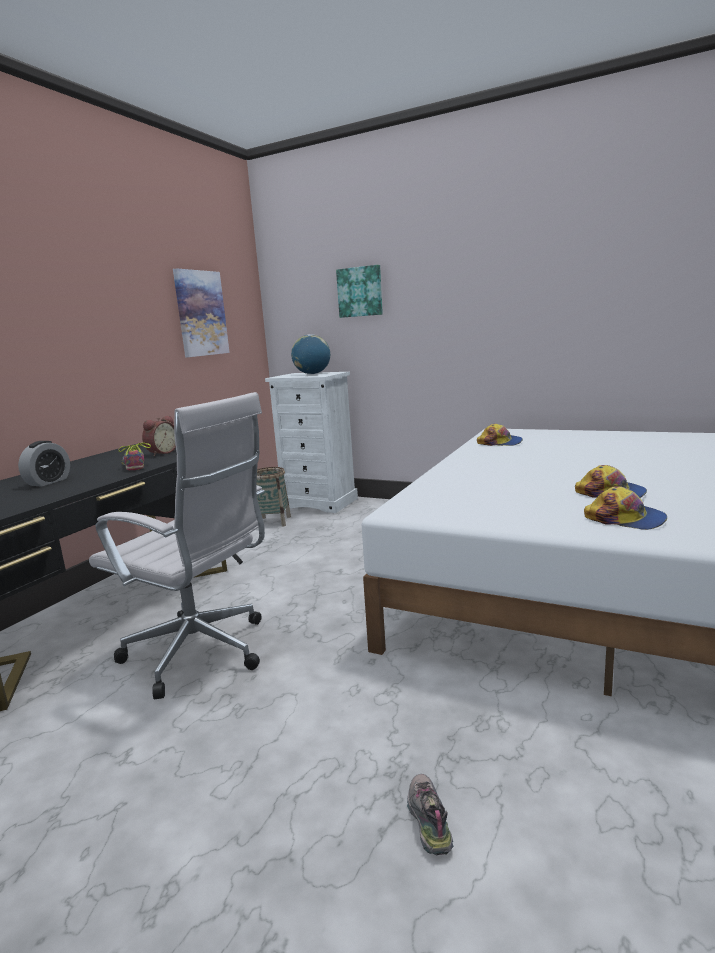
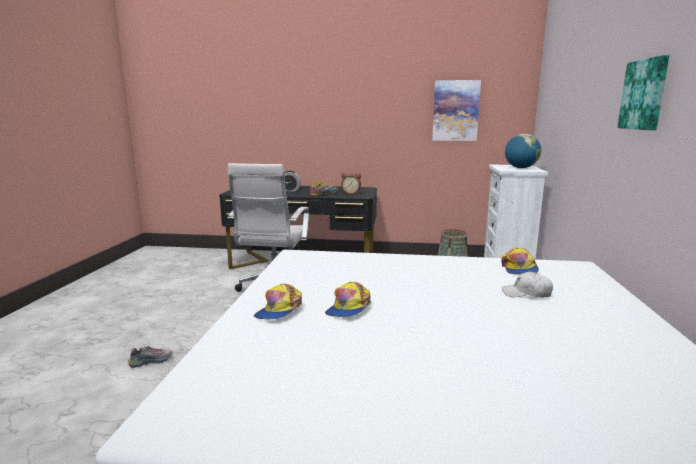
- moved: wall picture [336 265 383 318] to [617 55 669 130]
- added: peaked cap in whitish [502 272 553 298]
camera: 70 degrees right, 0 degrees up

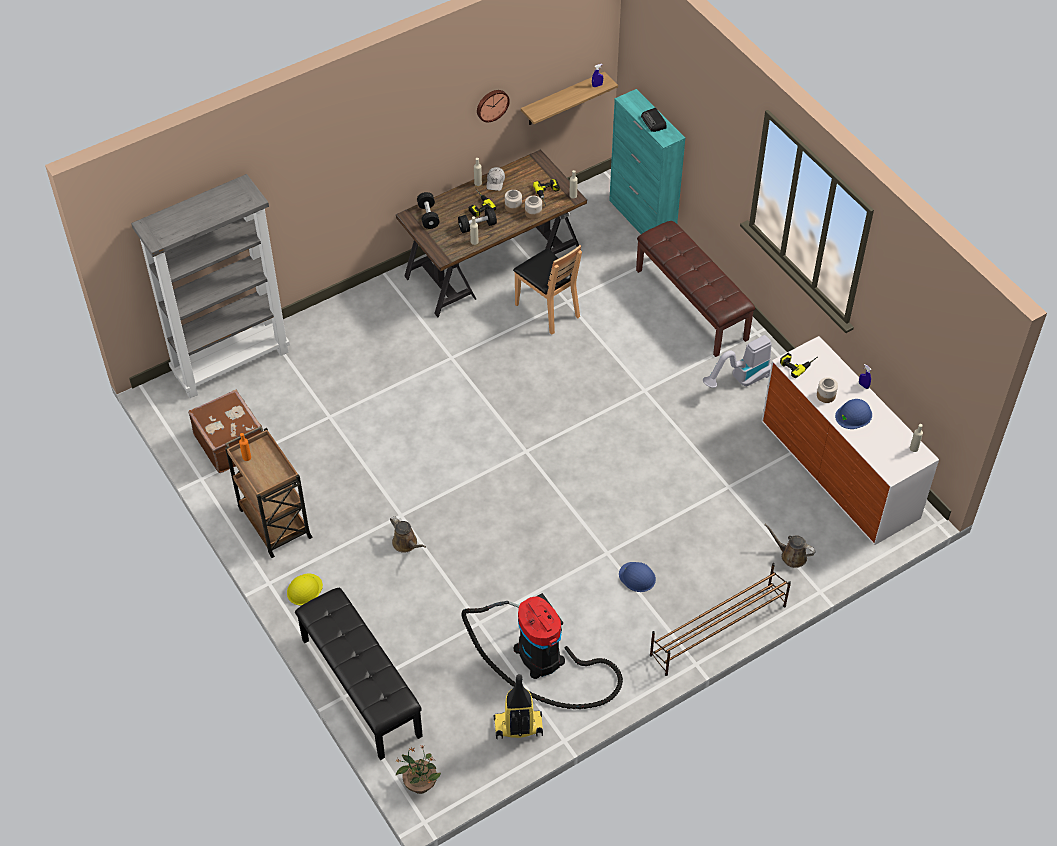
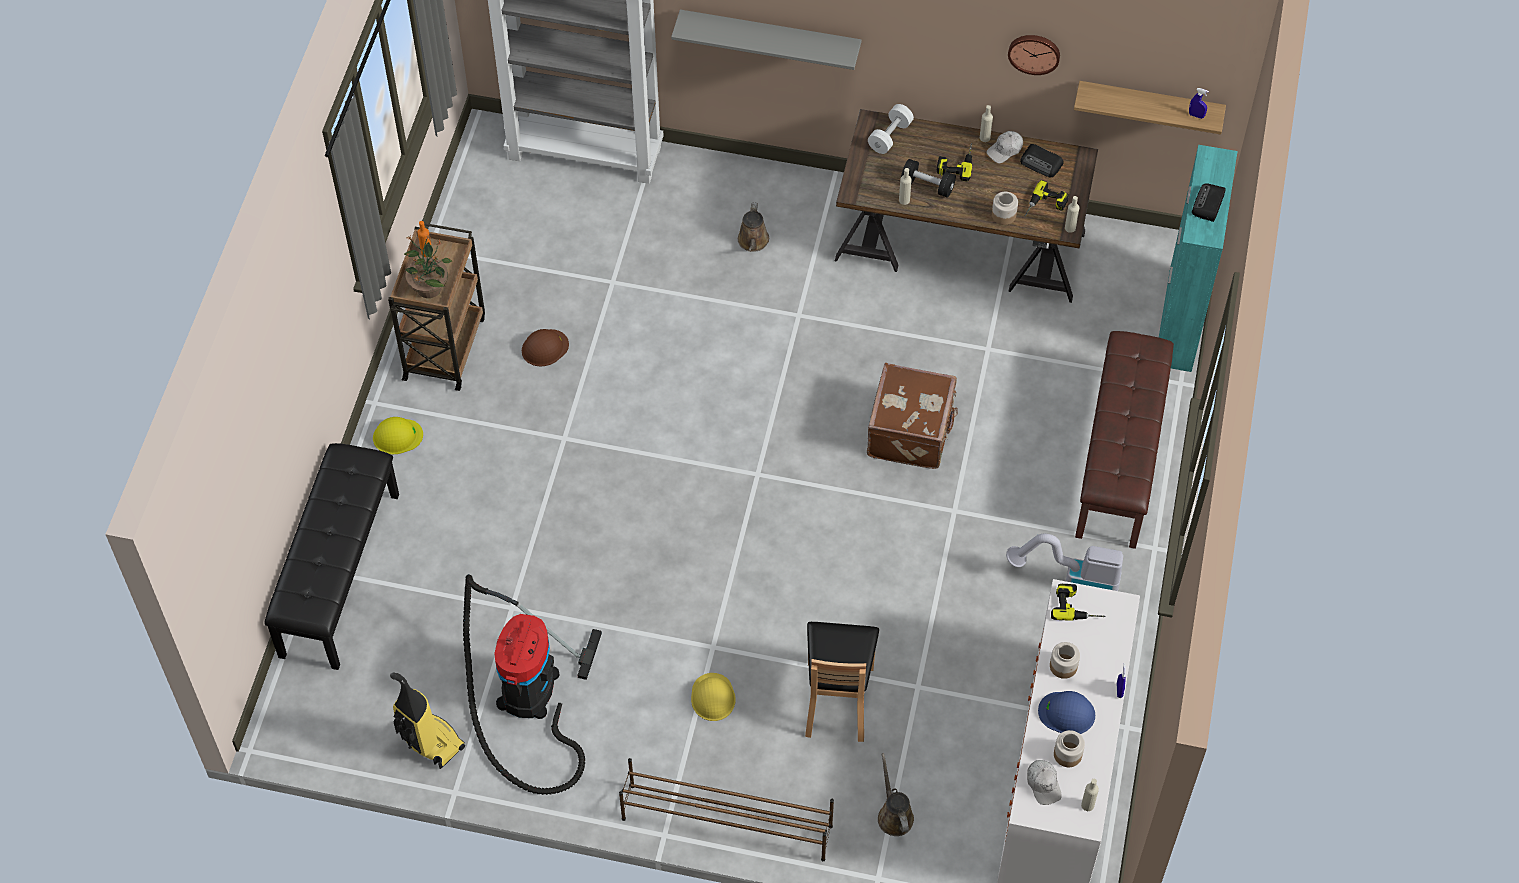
- moved: travel case in brown [188 390 263 473] to [867 363 958 469]
- moved: sprinkling can in brown [390 516 426 553] to [738 203 769 252]
- moved: plant in a pot [395 745 441 794] to [404 235 452 298]
- recoloured: free weight in black [417 192 439 229] to free weight in whitish [868 104 914 154]
- moved: jar [505 190 522 213] to [1054 730 1085 767]
- moved: plain chair in brown [513 245 582 335] to [805 622 879 742]
- recoloured: safety helmet in blue [619 562 656 592] to safety helmet in yellow-coloured [691 673 736 721]
- added: safety helmet in brown [522 329 569 366]
- added: shelf in grey [671 9 861 70]
- added: radio set [1020 144 1064 178]
- added: peaked cap in whitish [1027 760 1062 805]
camera: 45 degrees right, 5 degrees up

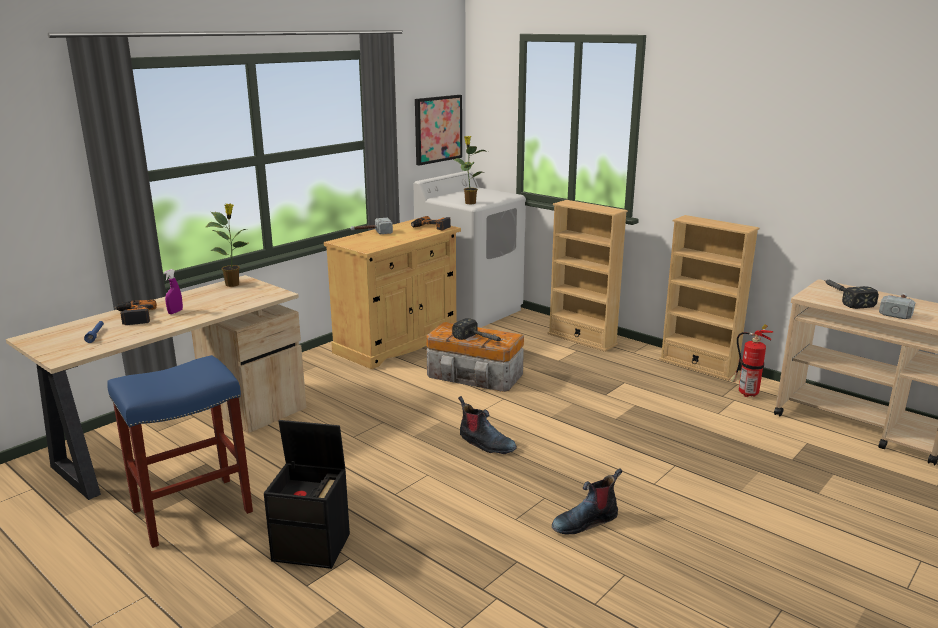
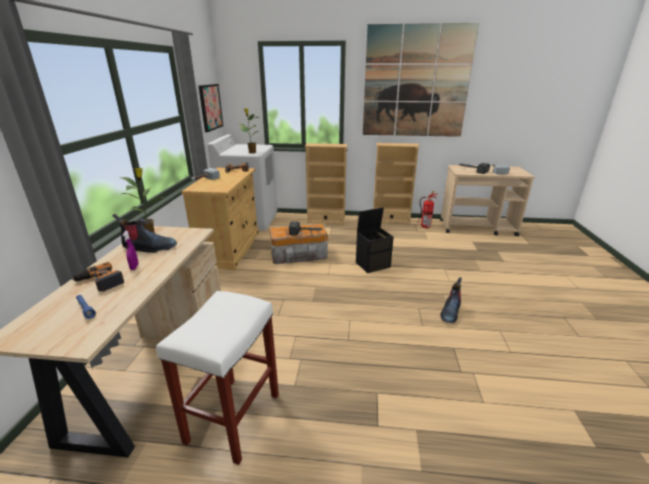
- recoloured: sitting stool in blue [107 355 253 548] to sitting stool in whitish [156 291 279 465]
- moved: storage bin in black [264 420 350 569] to [356 207 394 273]
- moved: high-top boot [458 396 517 454] to [112 214 177 253]
- added: wall picture [363 23 479 137]
camera: 35 degrees left, 5 degrees up

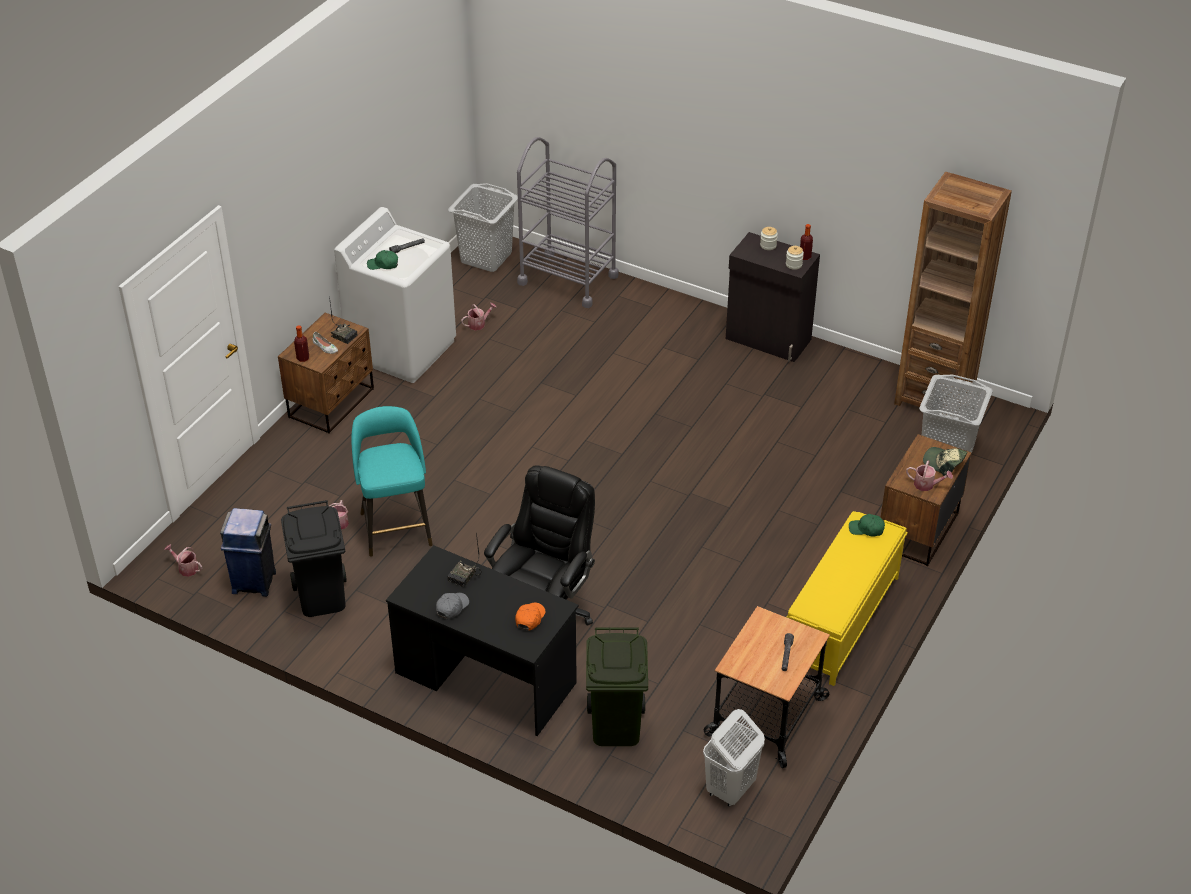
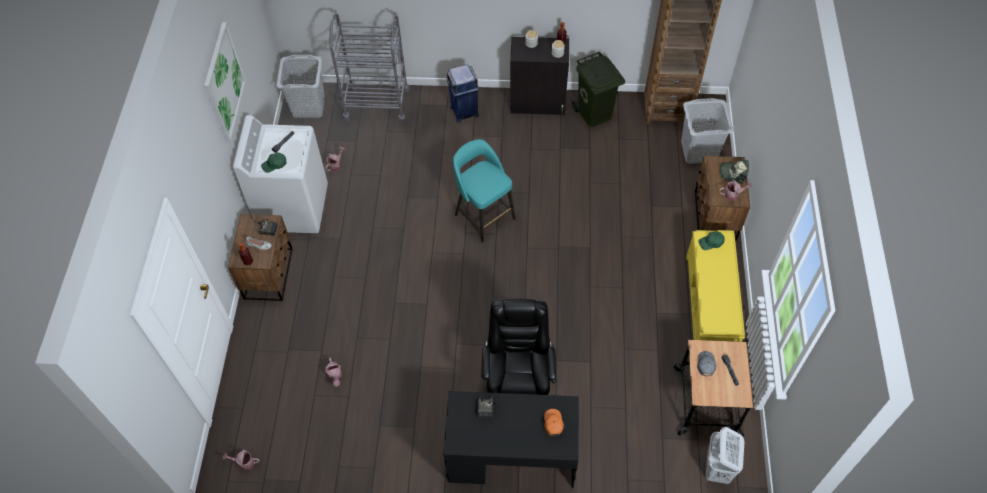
- moved: waste bin in blue [220 508 276 597] to [446 64 479 122]
- removed: waste bin in black [281 500 346 617]
- moved: sitting stool in turquoise-coloured [351 406 433 557] to [453 139 516 243]
- moved: peaked cap in grey [436 593 469 619] to [697 351 716 376]
- moved: waste bin in greenish [586 627 648 746] to [572 52 625 127]
- added: wall picture [204 22 246 142]
camera: 25 degrees left, 15 degrees up

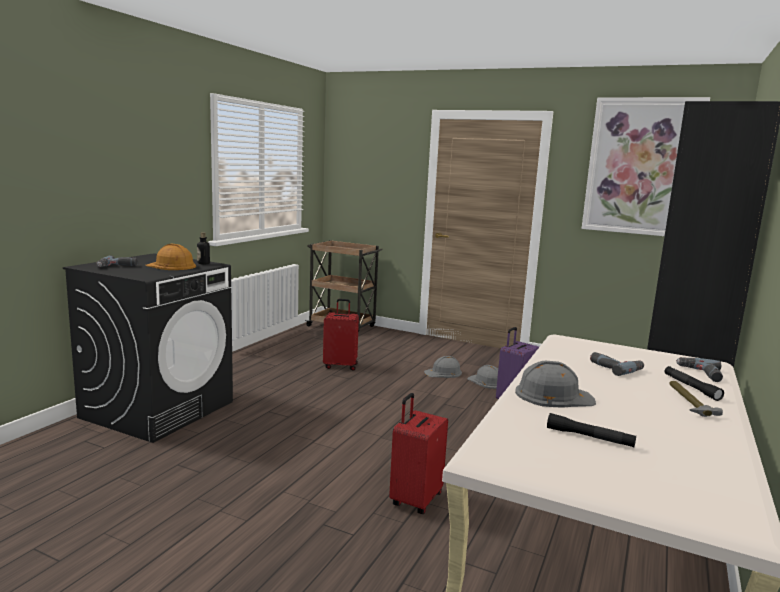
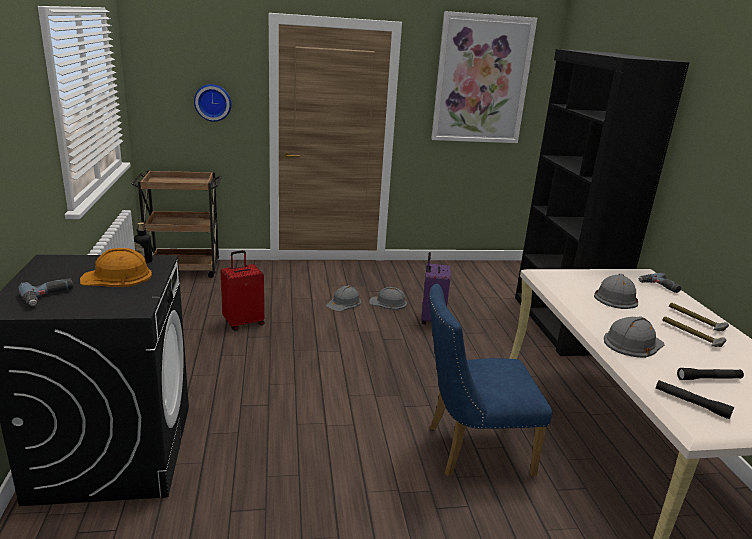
- replaced: travel case in red-coloured [389 393 448 514] to plain chair in blue [429 284 552 476]
- replaced: electric drill [590 352 644 376] to safety helmet in grey [594 274 638 309]
- moved: hand torch in black [665 366 724 401] to [656 380 734 420]
- added: wall clock [194 84 231 122]
- added: hand hammer [662 317 726 347]
camera: 35 degrees left, 10 degrees up

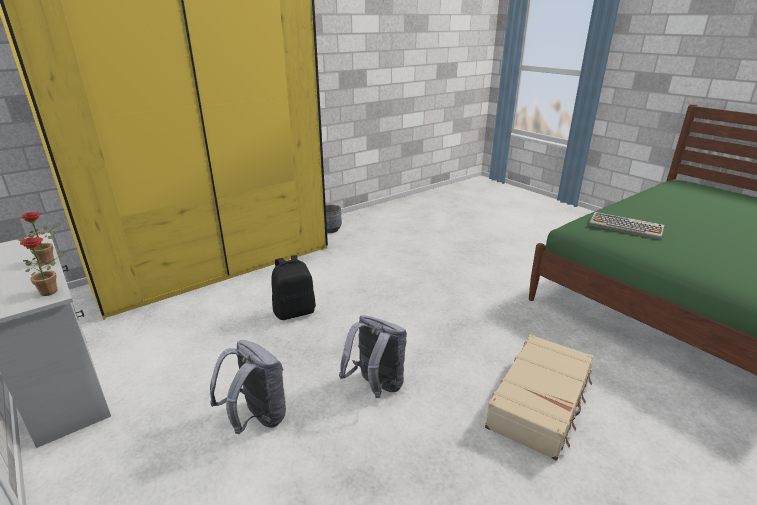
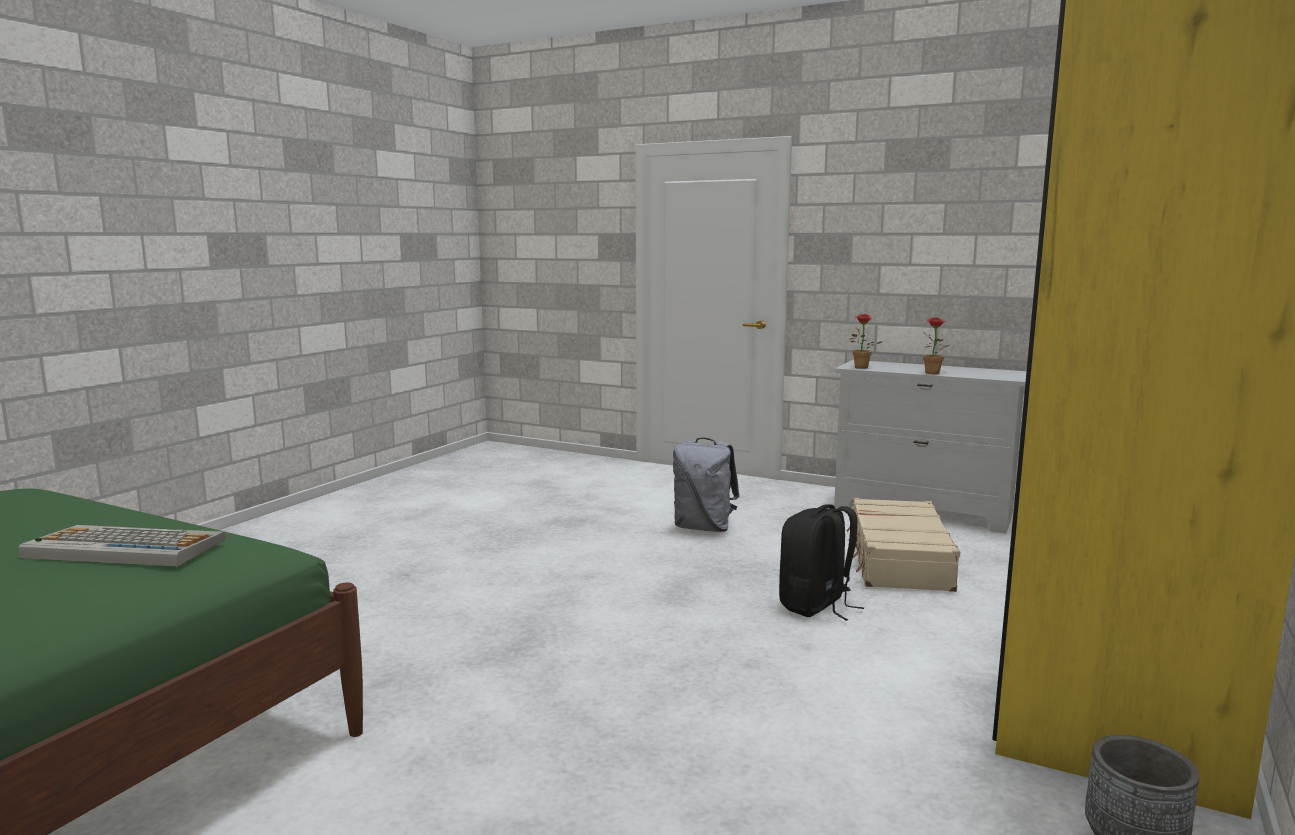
- removed: rucksack in grey [339 315 407 398]
- moved: travel case in beige-coloured [485 334 594 461] to [846 498 960 592]
camera: 155 degrees right, 15 degrees down

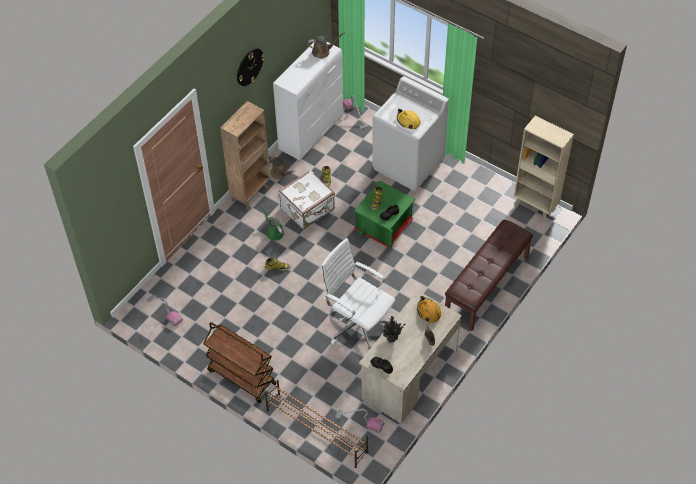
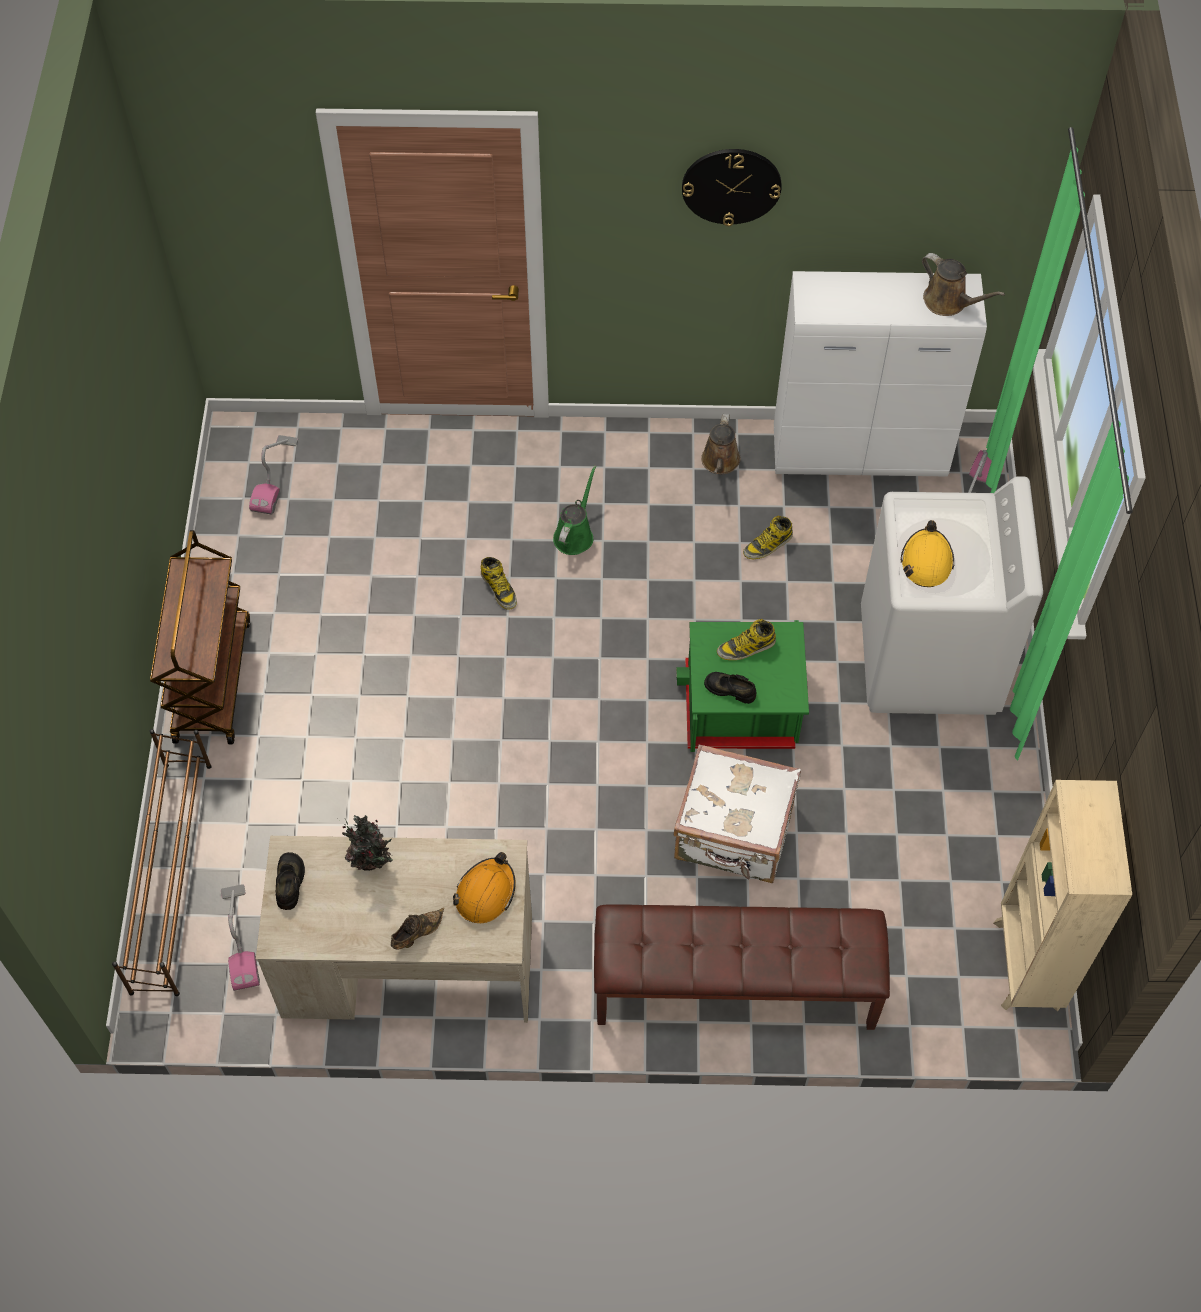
- removed: bookcase in brown [220 101 271 210]
- moved: travel case in whitish [279 170 335 229] to [673 745 801 883]
- removed: office chair in whitish [321 238 395 351]
camera: 55 degrees right, 5 degrees up

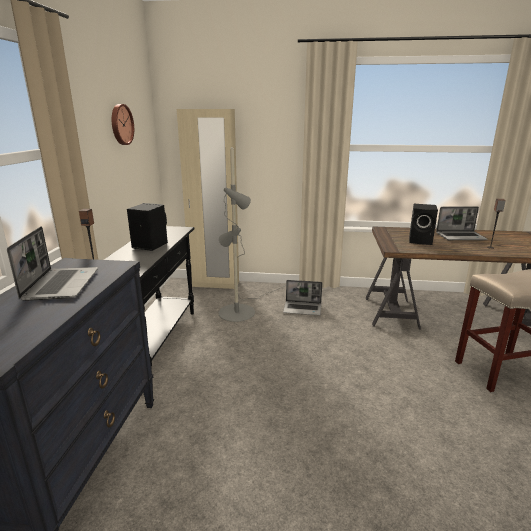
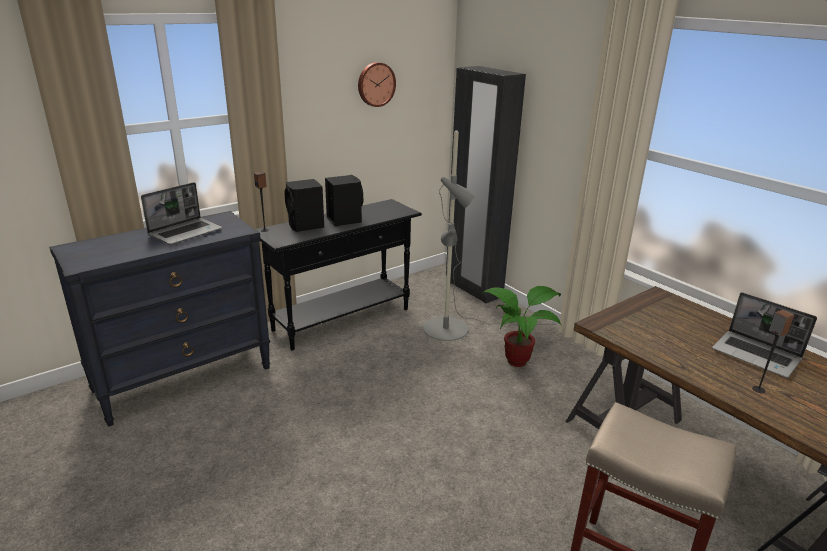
- recoloured: wardrobe in beige-coloured [177 109 239 289] to wardrobe in black [446 66 526 303]
- replaced: portable computer [283 280 322 316] to plant in a pot [481 286 562 367]
- moved: audio speaker in black [409 204 438 245] to [284 179 324 232]
camera: 45 degrees right, 5 degrees up

